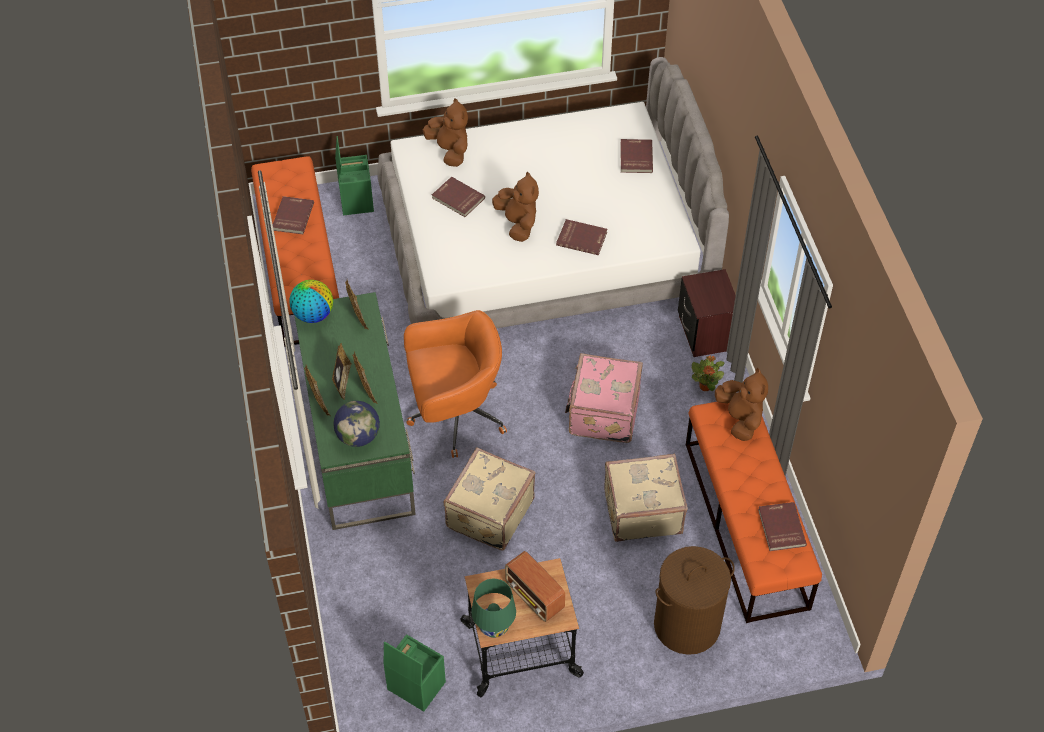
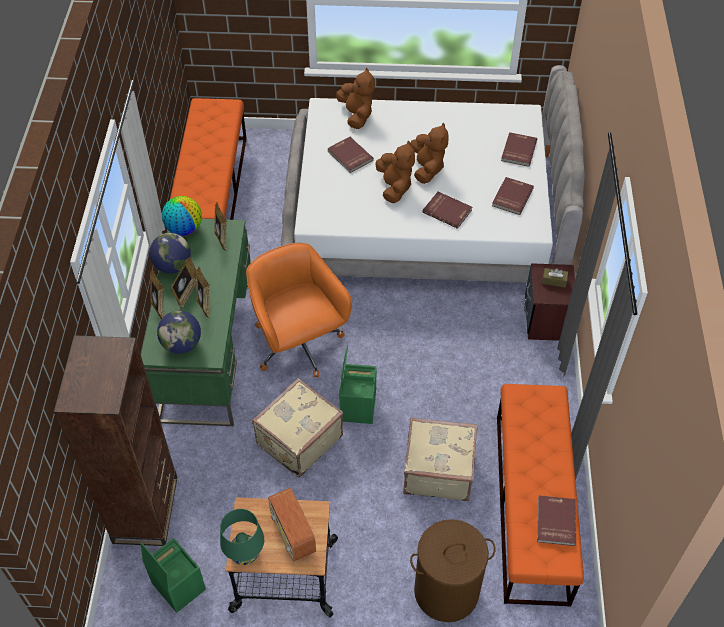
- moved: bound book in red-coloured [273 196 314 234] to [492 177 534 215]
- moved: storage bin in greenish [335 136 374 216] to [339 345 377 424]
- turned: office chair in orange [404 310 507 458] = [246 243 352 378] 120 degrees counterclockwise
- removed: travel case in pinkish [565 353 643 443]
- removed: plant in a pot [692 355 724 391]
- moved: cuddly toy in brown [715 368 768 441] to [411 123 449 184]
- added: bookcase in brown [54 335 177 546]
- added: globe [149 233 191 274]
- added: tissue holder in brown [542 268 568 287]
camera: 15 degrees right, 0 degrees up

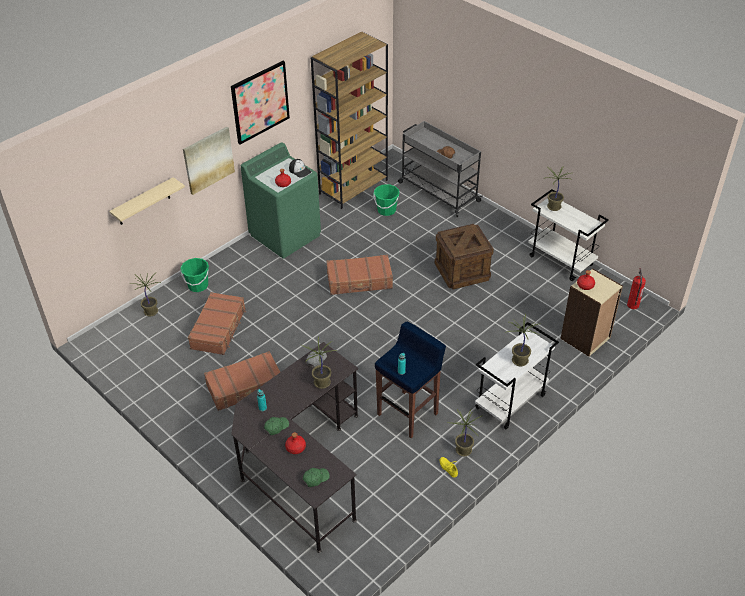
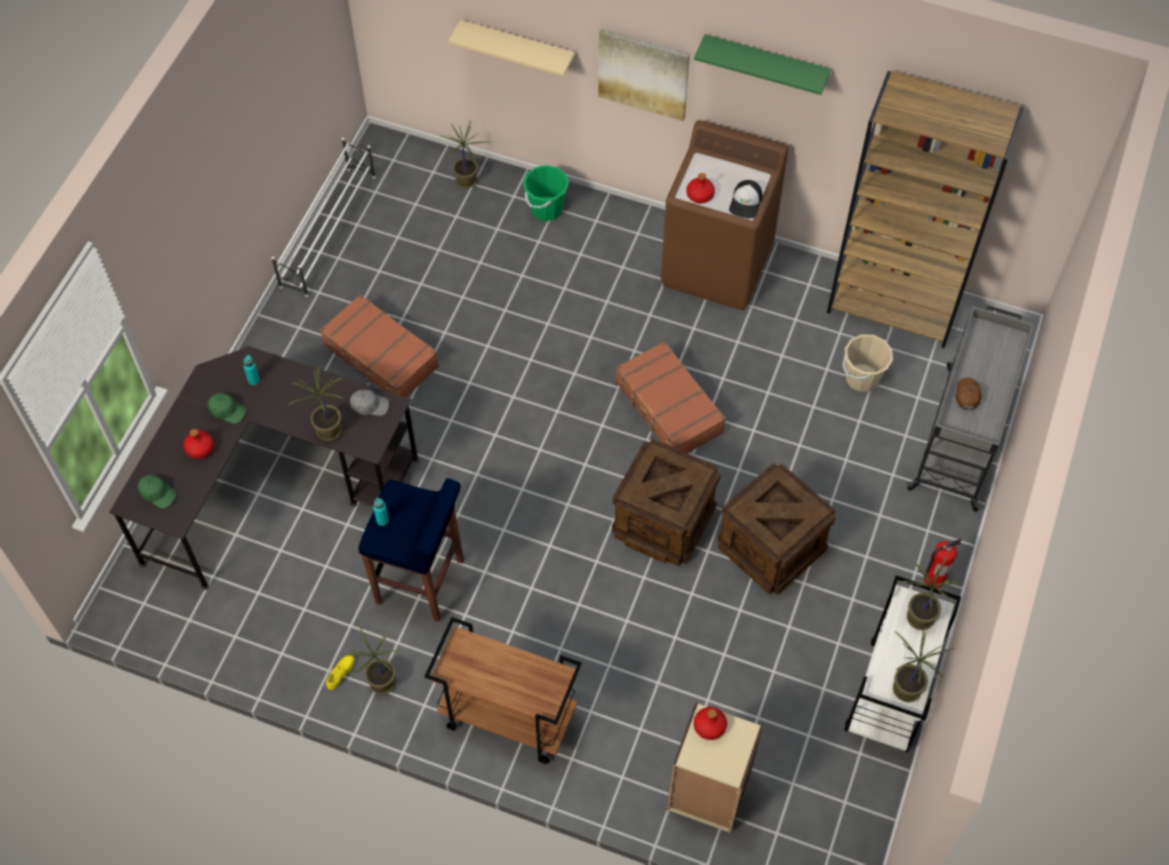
- removed: travel case in brown [188 292 246 355]
- replaced: wall picture [231 61 290 145] to shelf in greenish [694 34 831 95]
- recoloured: washing machine in greenish [241 142 321 258] to washing machine in brown [661 120 789 311]
- recoloured: bucket in greenish [373 184 400 216] to bucket in beige-coloured [842 335 893 392]
- recoloured: trolley in whitish [475 322 559 429] to trolley in brown [424 617 582 764]
- moved: plant in a pot [505 314 541 366] to [893 630 955 702]
- moved: fire extinguisher [627 268 646 309] to [924 538 962 588]
- added: shoe shelf in whitish [272 137 376 297]
- added: crate [612 439 721 566]
camera: 65 degrees right, 15 degrees up

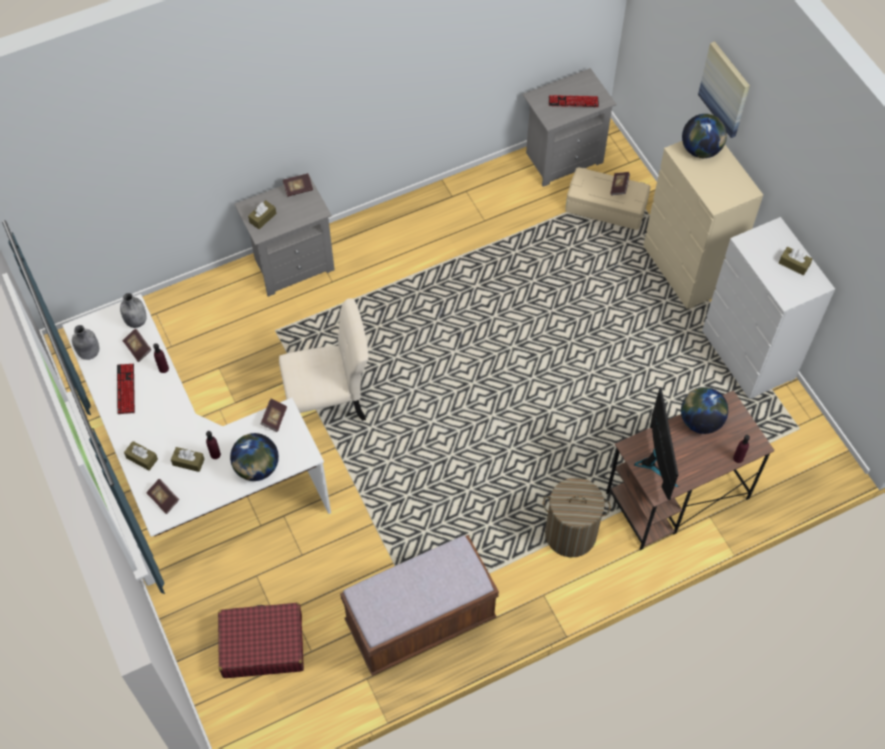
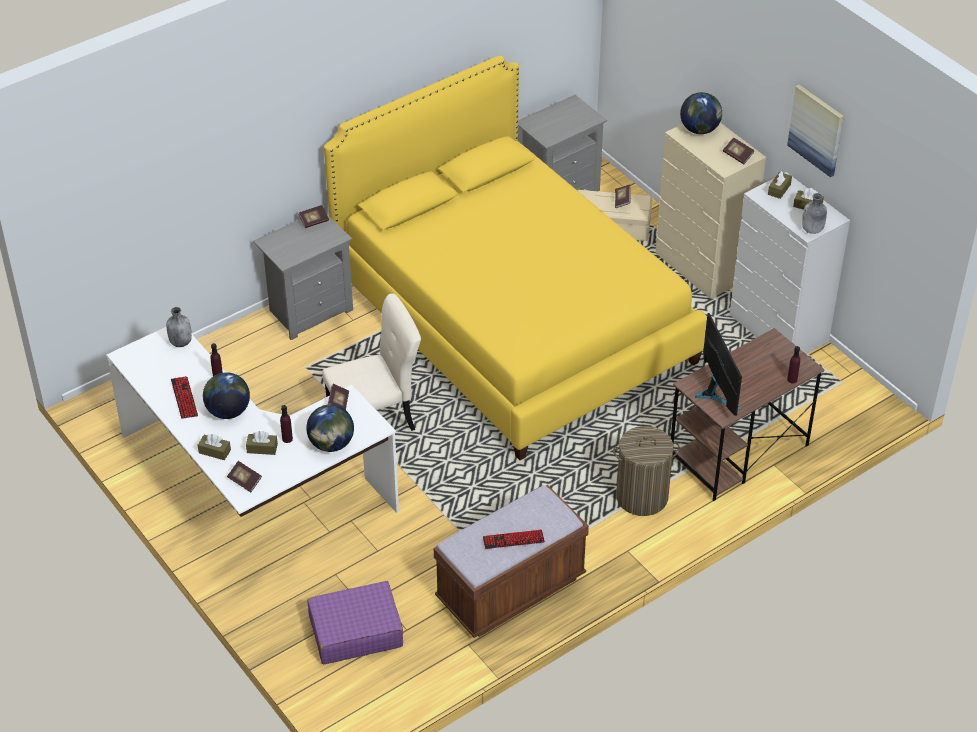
- moved: beverage bottle in grey [72 325 99 360] to [802 193 827 234]
- moved: bound book [123 329 152 362] to [723 137 754 164]
- recoloured: travel case in red-coloured [218 603 304 678] to travel case in purple-coloured [307 581 403 664]
- moved: tissue holder in brown [248 200 276 229] to [768 171 792 199]
- moved: keyboard [549 95 599 107] to [483 530 545 549]
- moved: globe [681 387 728 434] to [203 372 250 419]
- moved: wall picture [698 41 750 138] to [787 84 844 177]
- added: sleeping bed in yellow-coloured [324 56 707 460]
camera: 10 degrees left, 15 degrees down

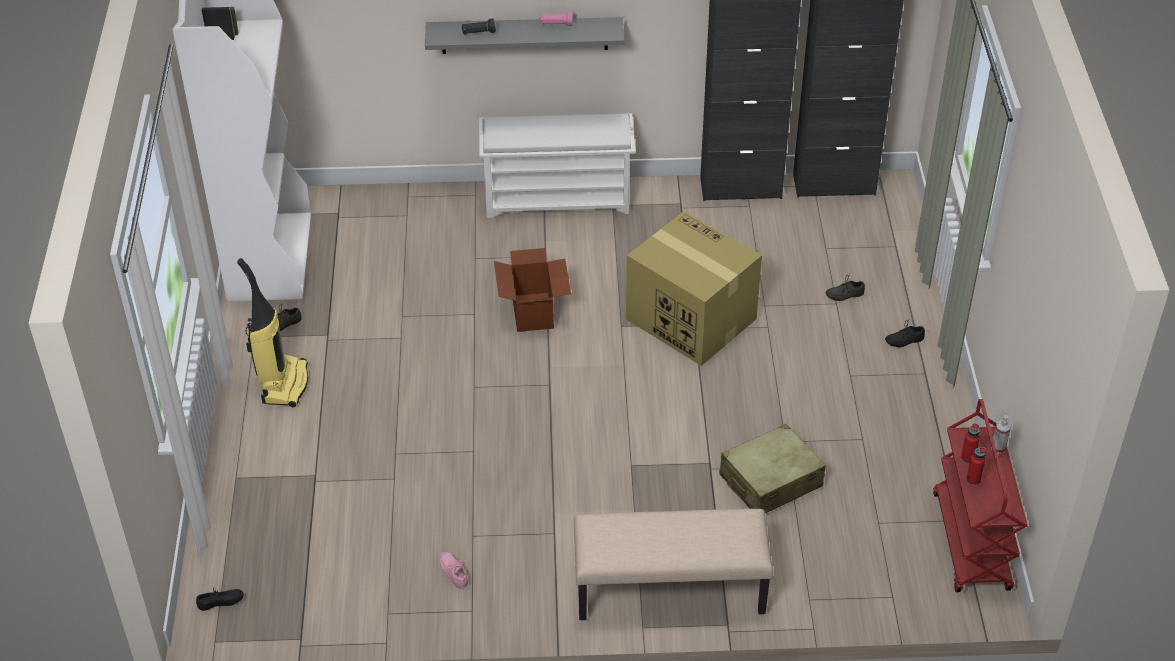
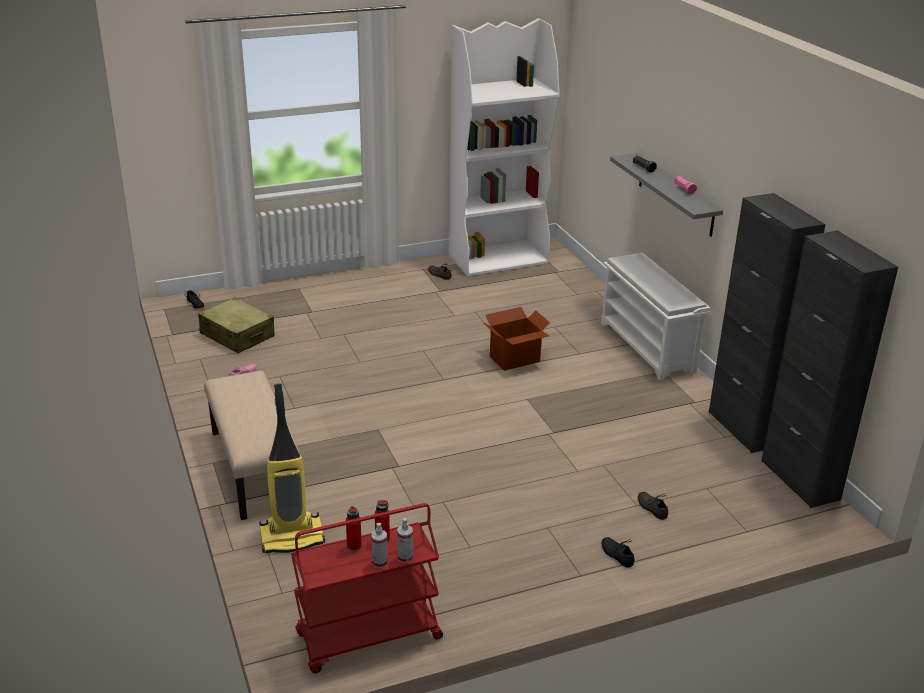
- moved: hoover [237 258 308 407] to [259 384 325 553]
- removed: packing box [626 211 762 366]
- moved: travel case in beige-coloured [719 424 826 513] to [198 297 275 353]
- added: sprayer [371 523 388 568]
camera: 70 degrees right, 15 degrees down

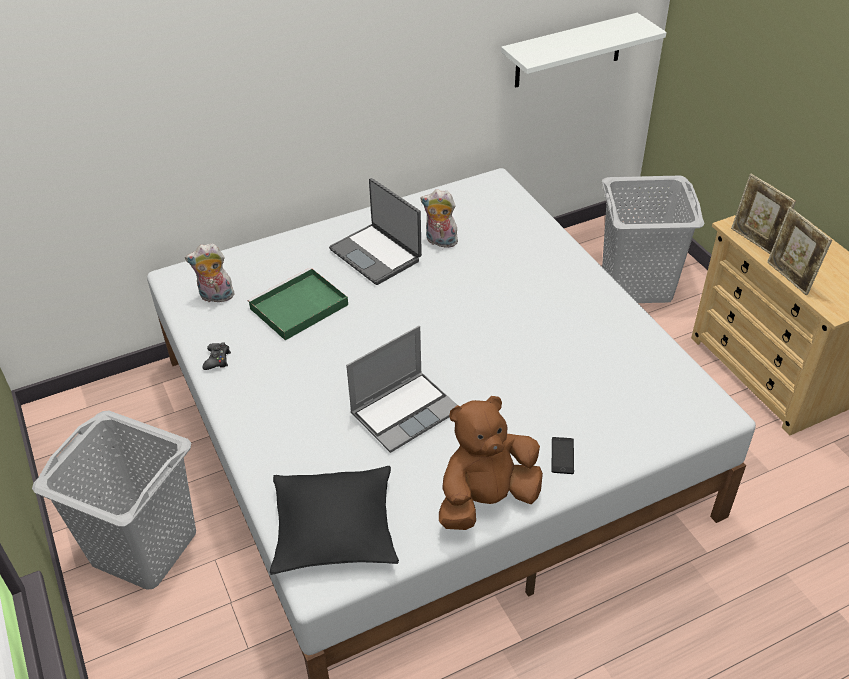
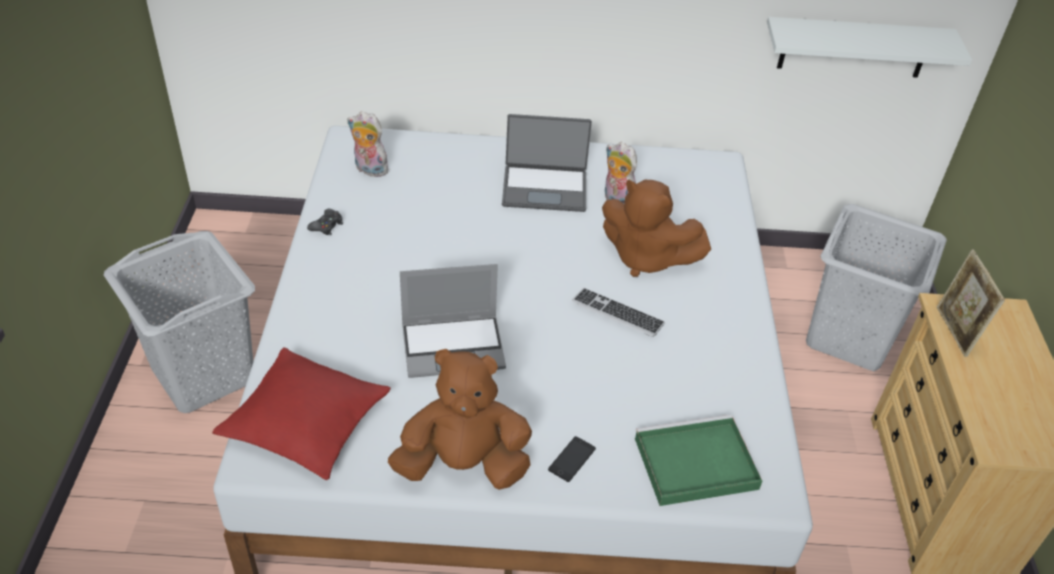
- moved: carrying tray in greenish [248 268 348 340] to [635 414 762 506]
- recoloured: pillow in black [270 466 399 575] to pillow in red-coloured [212 347 391 480]
- turned: portable computer [329 178 422 285] = [502 114 592 212] 75 degrees counterclockwise
- removed: photo frame [767 207 832 295]
- added: keyboard [572 288 665 337]
- added: cuddly toy in brown [602 180 711 277]
camera: 25 degrees right, 0 degrees up

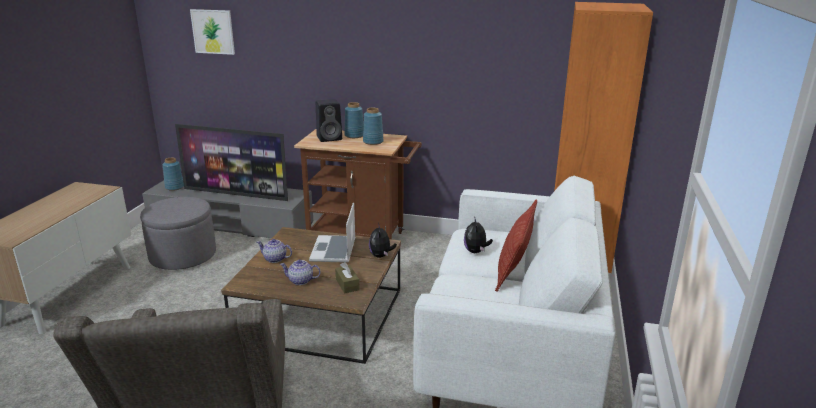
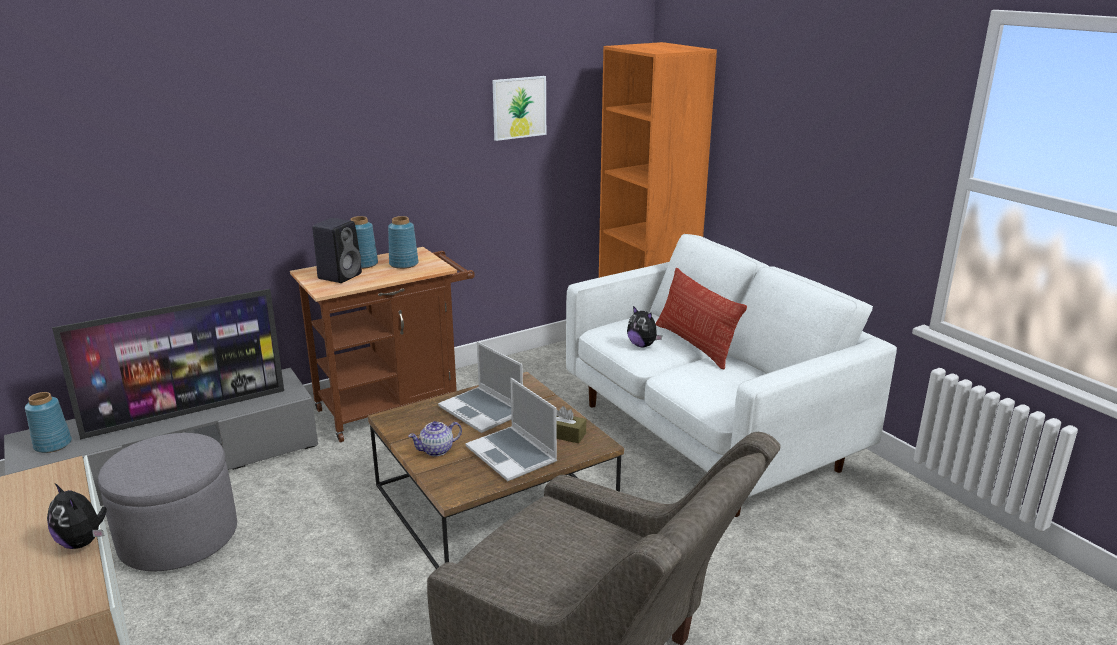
- moved: wall picture [190 9 235 55] to [493 76 546 141]
- replaced: teapot [280 259 321 285] to portable computer [466 378 557 481]
- moved: cuddly toy [369 223 397 258] to [47 483 107 549]
camera: 45 degrees left, 0 degrees up

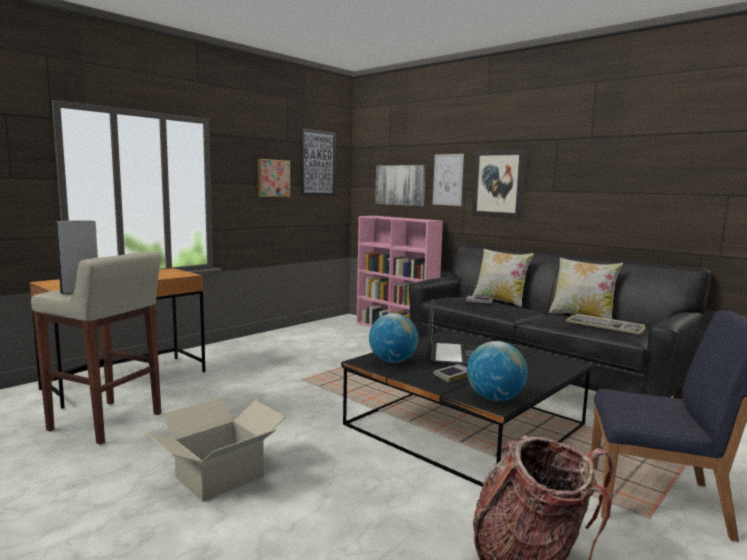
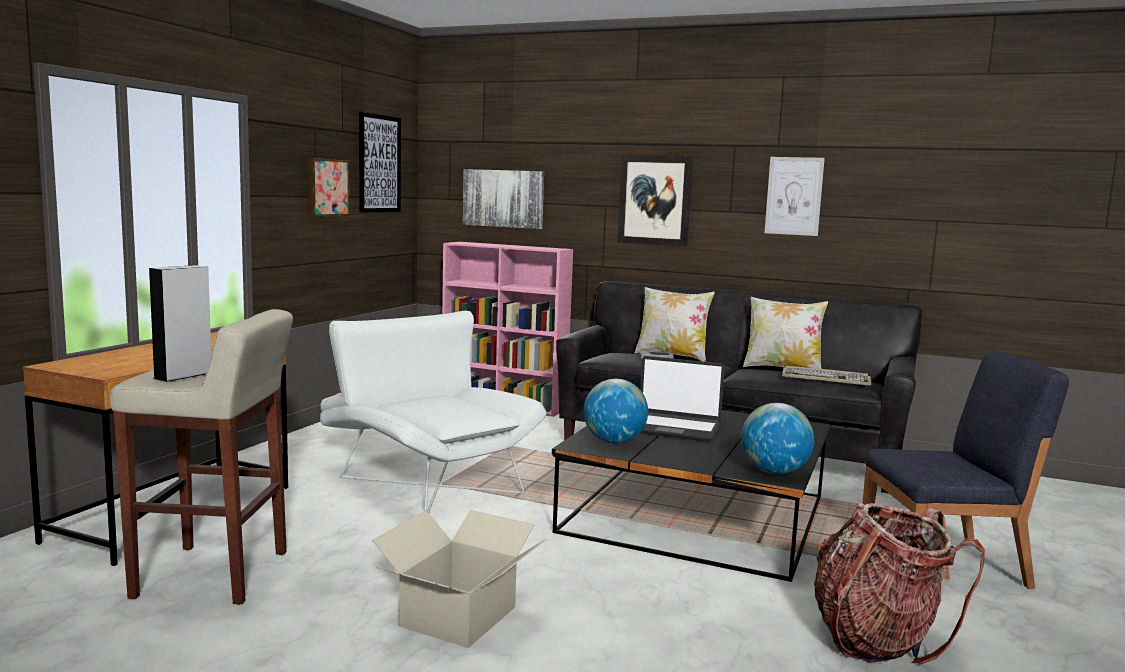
- turned: portable computer [427 299 478 366] = [640 356 725 442] 120 degrees clockwise
- moved: wall picture [433 154 464 206] to [765 157 825 236]
- removed: bound book [433 364 468 382]
- added: easy chair in whitish [320 310 547 513]
camera: 20 degrees left, 0 degrees up

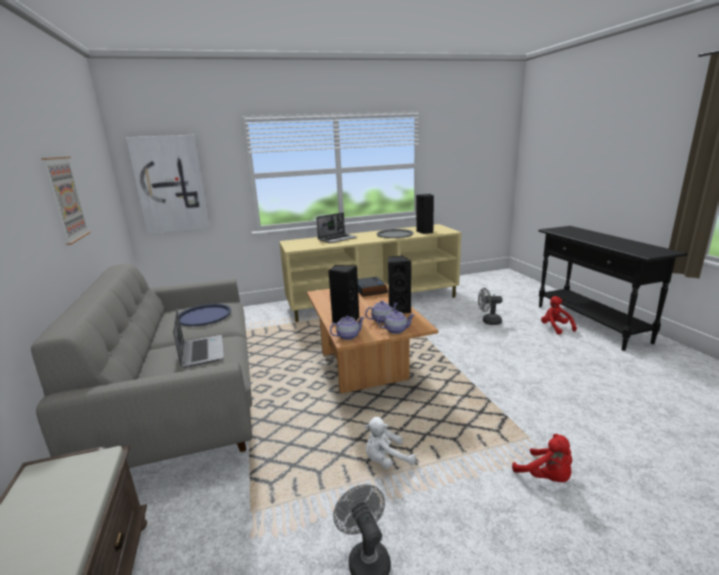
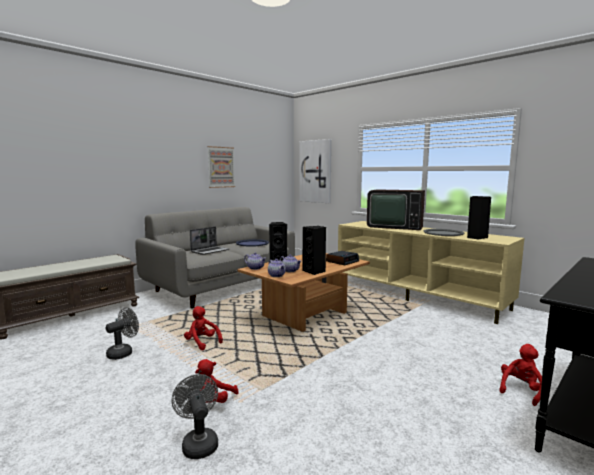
- replaced: portable computer [316 213 357 243] to television [367 189 425 230]
- recoloured: cuddly toy in whitish [365 417 416 469] to cuddly toy in red-coloured [184 306 223 350]
- moved: fan in grey [478 288 502 325] to [171 374 218 459]
camera: 60 degrees right, 10 degrees down

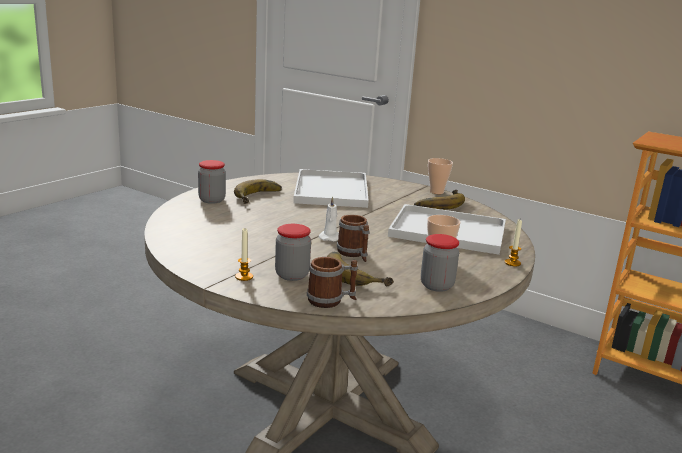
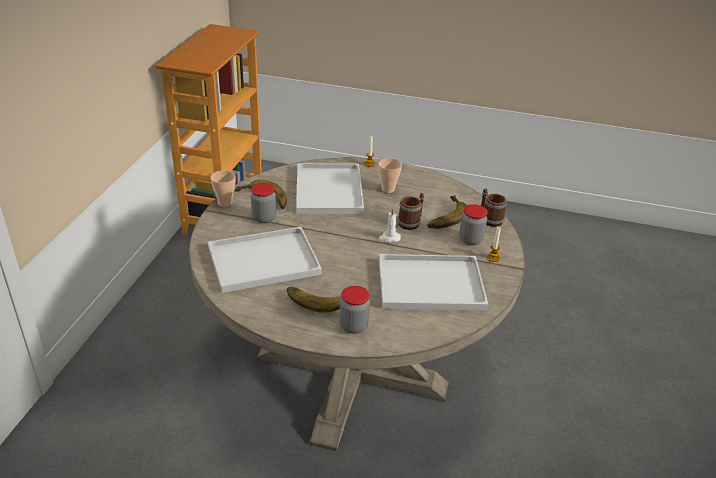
- moved: jar [421 234 459 292] to [251 183 276 223]
- added: carrying tray in whitish [379 254 488 310]
camera: 110 degrees left, 15 degrees up

